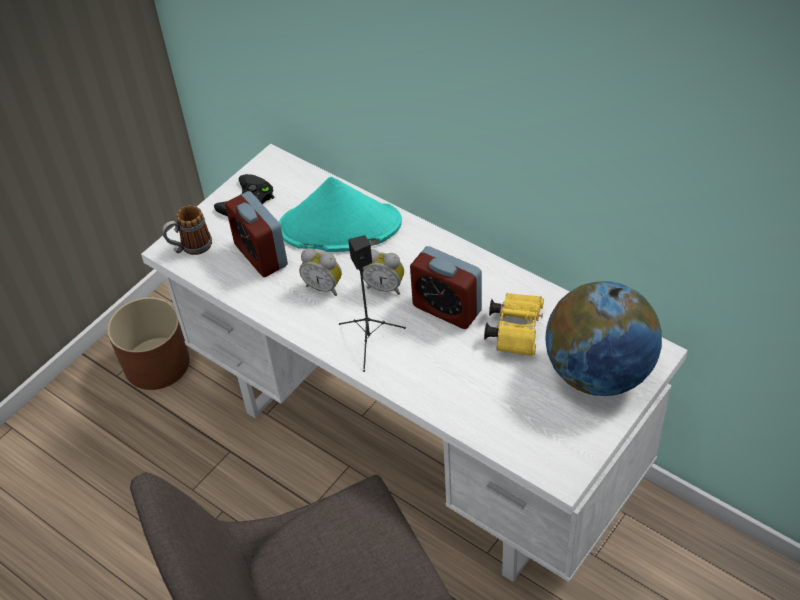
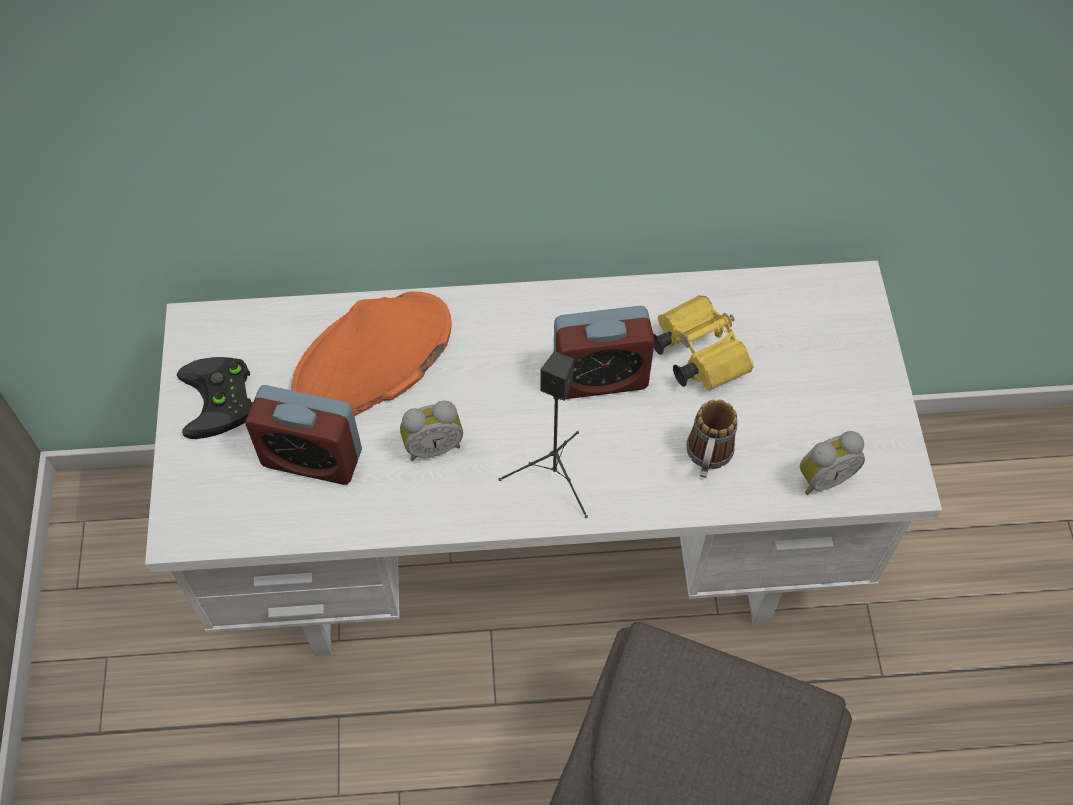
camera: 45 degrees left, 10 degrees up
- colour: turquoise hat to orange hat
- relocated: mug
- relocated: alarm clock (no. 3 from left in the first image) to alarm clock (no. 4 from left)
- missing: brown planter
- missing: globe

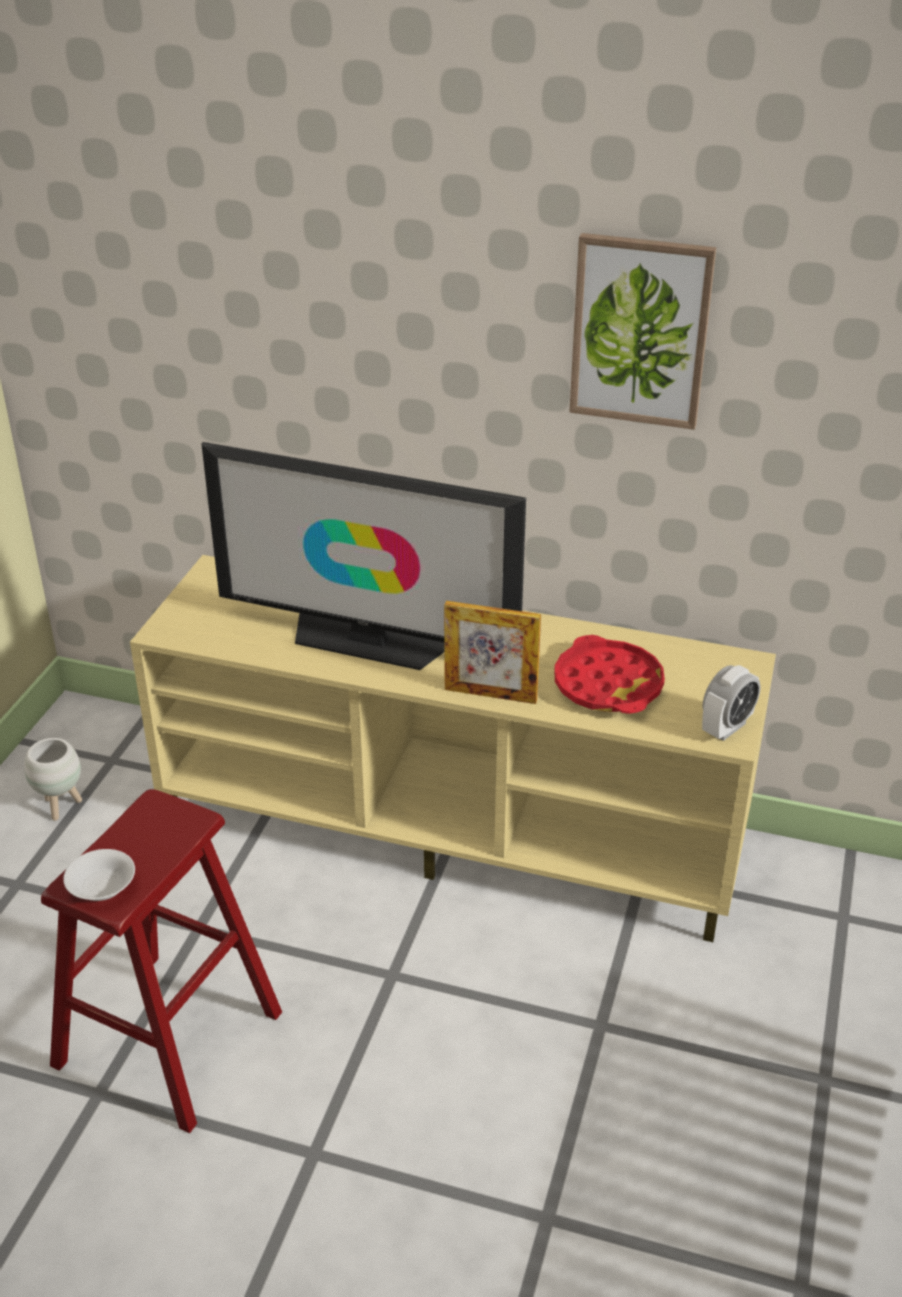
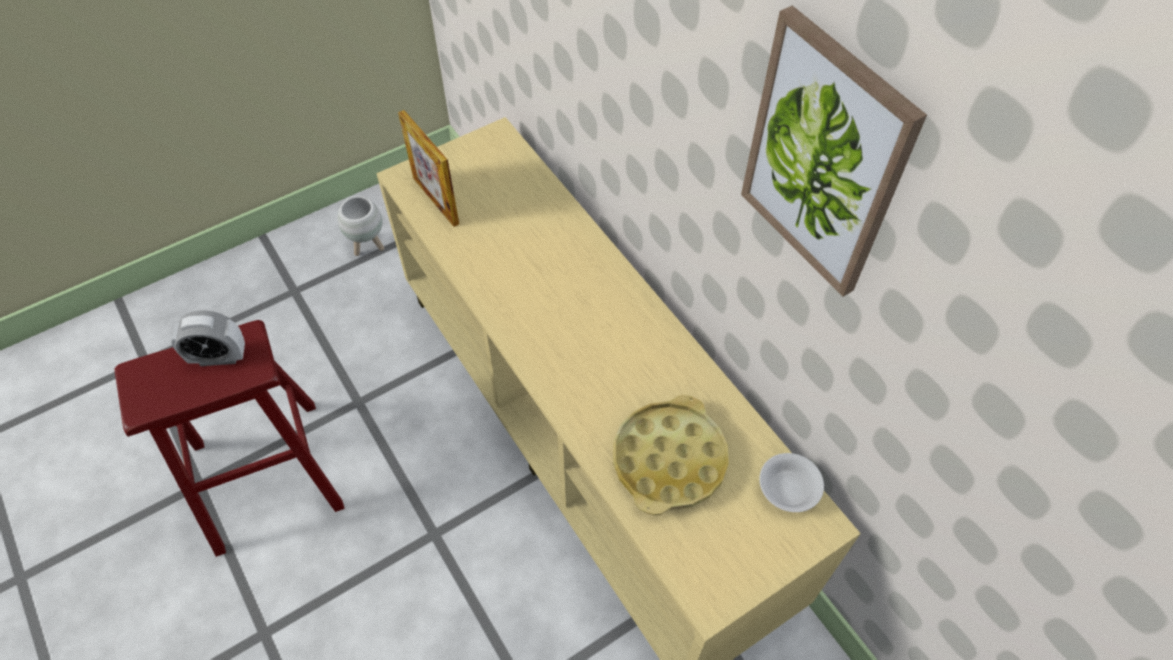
camera: 40 degrees right, 20 degrees up
- relocated: alarm clock
- relocated: picture frame
- colour: red tray to yellow tray
- relocated: white bowl
- missing: television

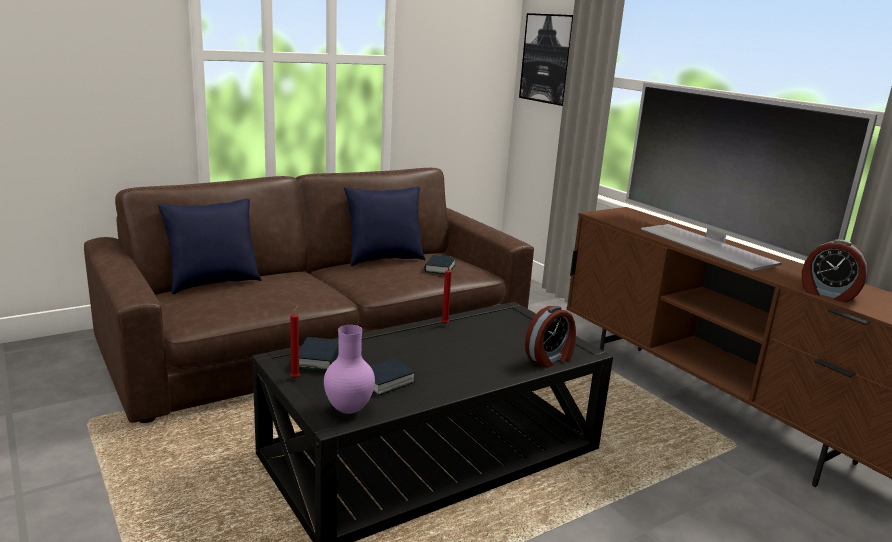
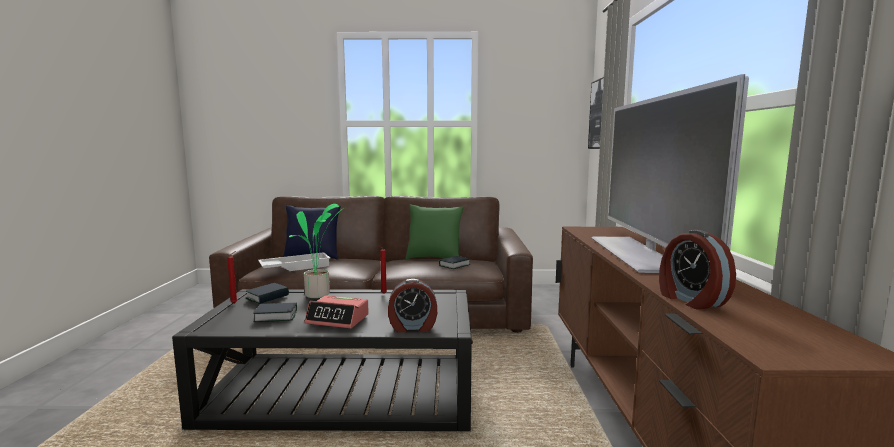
camera: 35 degrees right, 10 degrees down
- appeared: white tray
- appeared: potted plant
- appeared: alarm clock (no. 1 from left)
- colour: blue pillow (no. 2 from left) to green pillow
- missing: purple vase

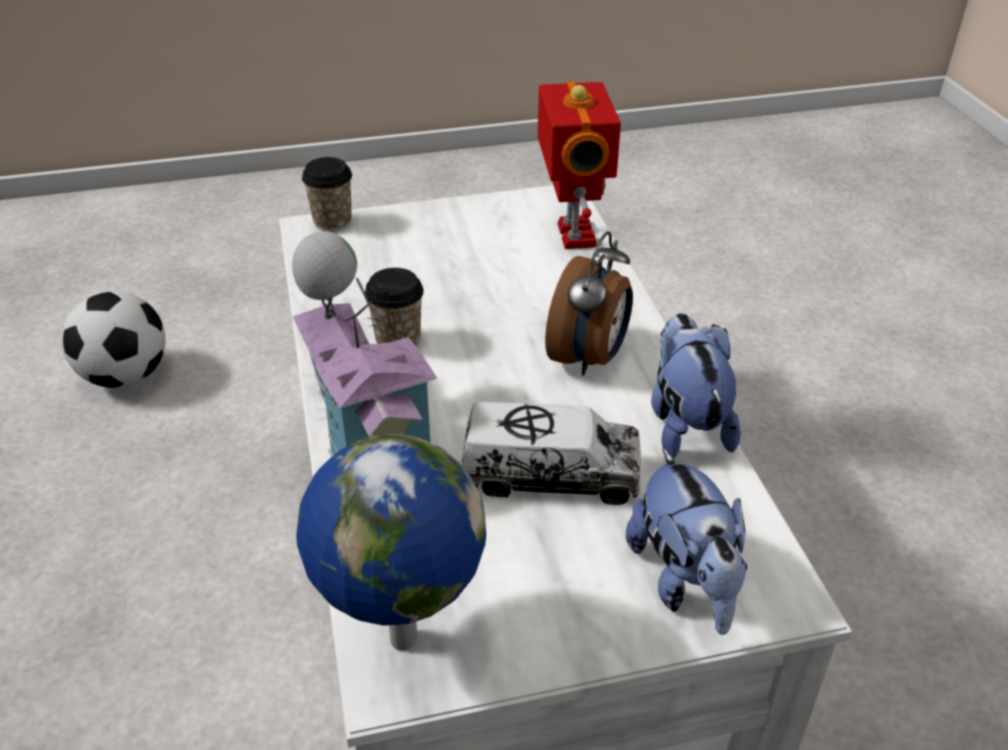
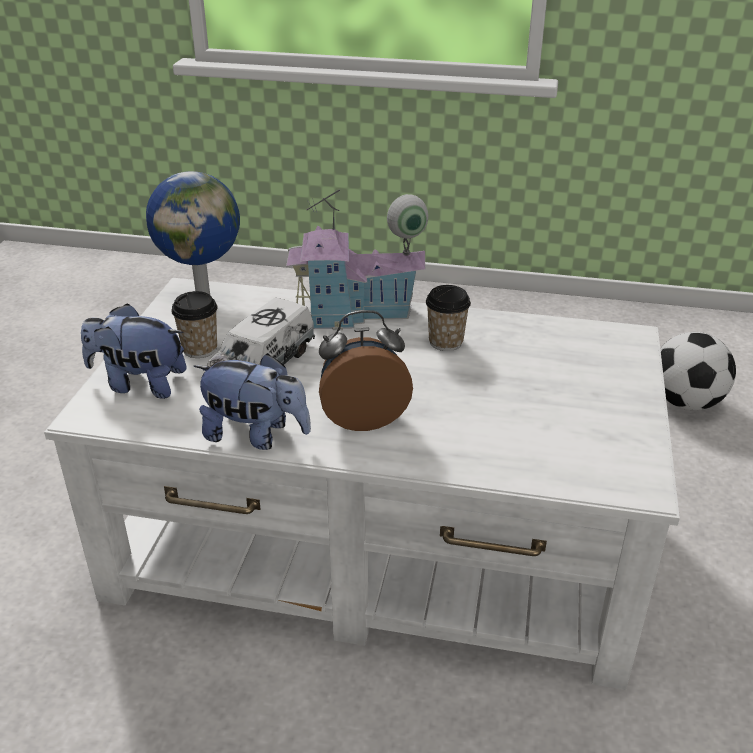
camera: 115 degrees right, 5 degrees down
- relocated: cup (no. 1 from left)
- spun: alarm clock 120 degrees clockwise
- missing: toy robot

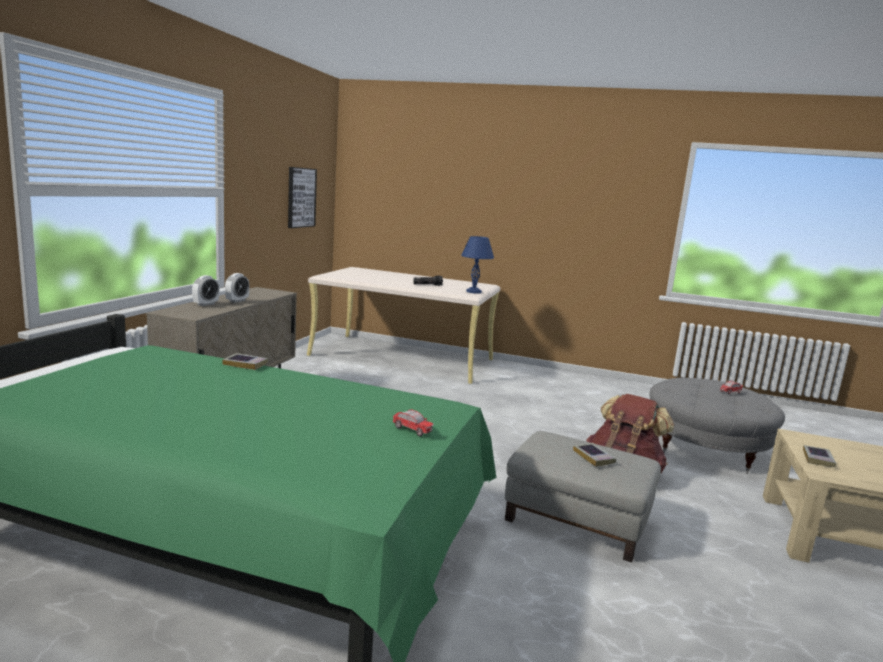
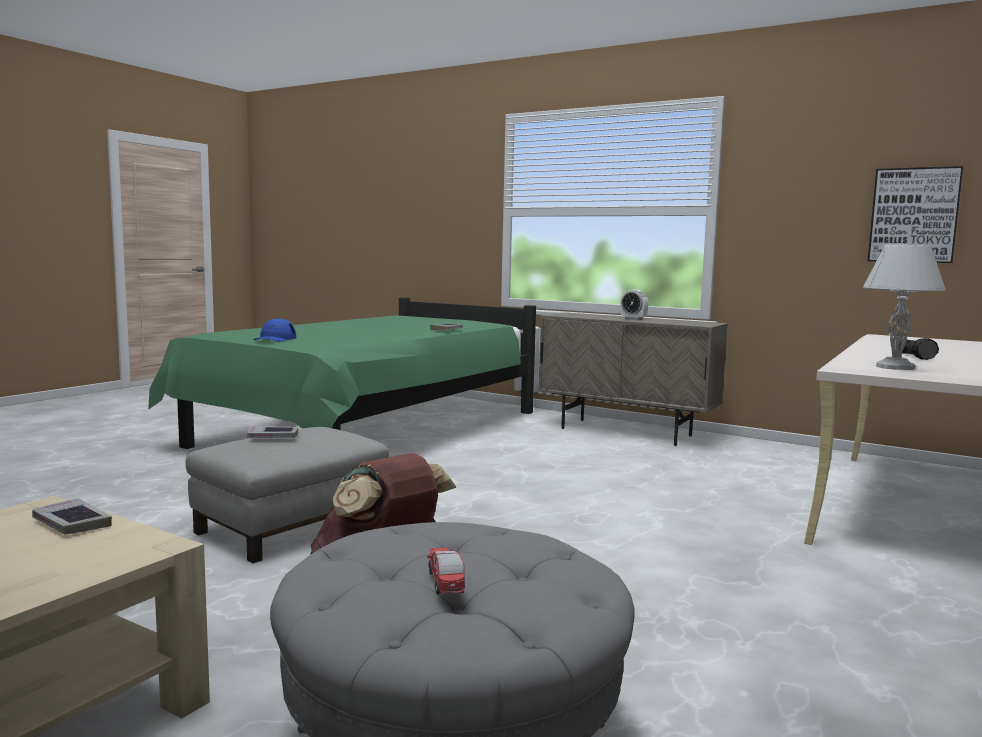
camera: 105 degrees right, 5 degrees down
- exchanged: toy car (no. 1 from left) to blue cap
- colour: blue table lamp to white table lamp
- missing: alarm clock (no. 1 from left)

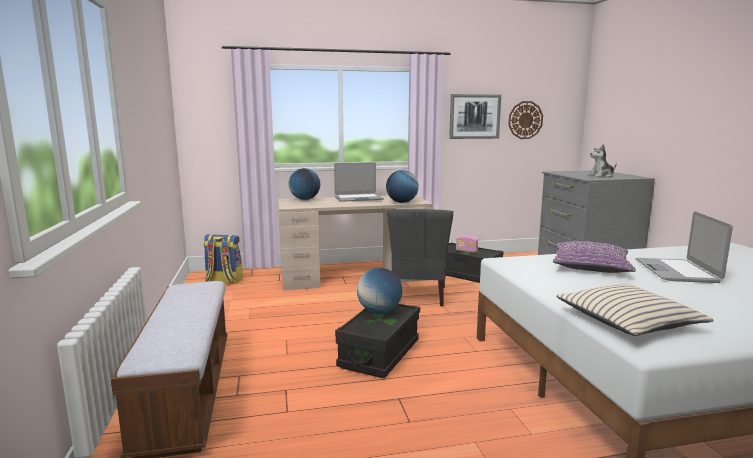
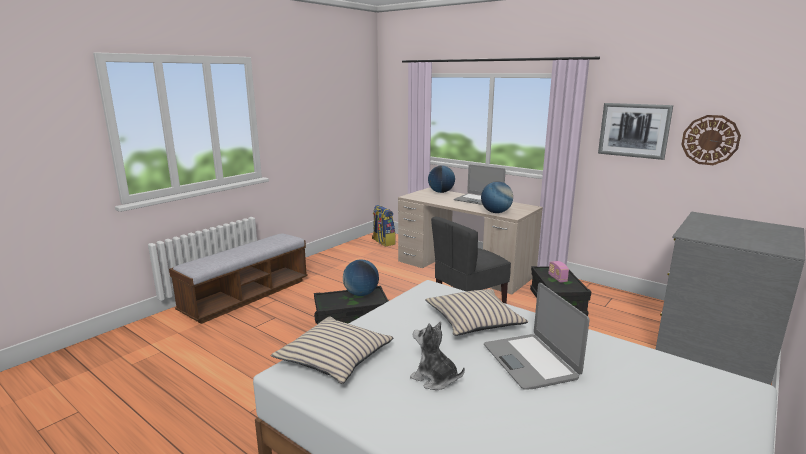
camera: 50 degrees right, 5 degrees up
- relocated: plush toy
- colour: purple pillow to beige pillow (no. 2 from left)
- spun: laptop (no. 2 from left) 75 degrees counterclockwise

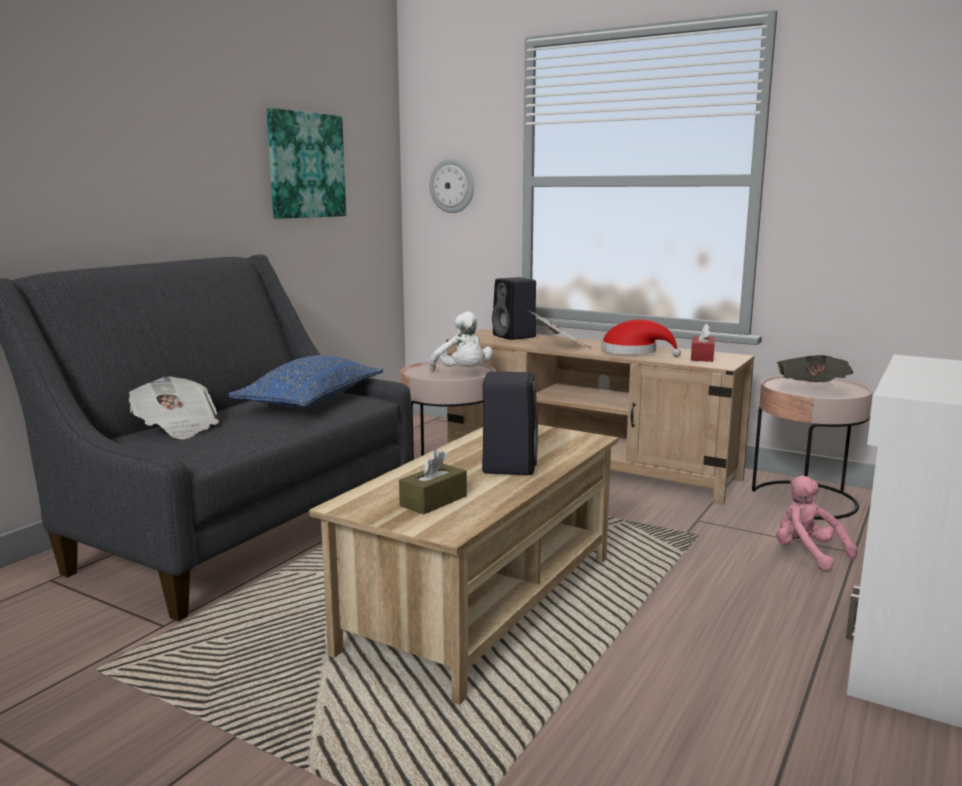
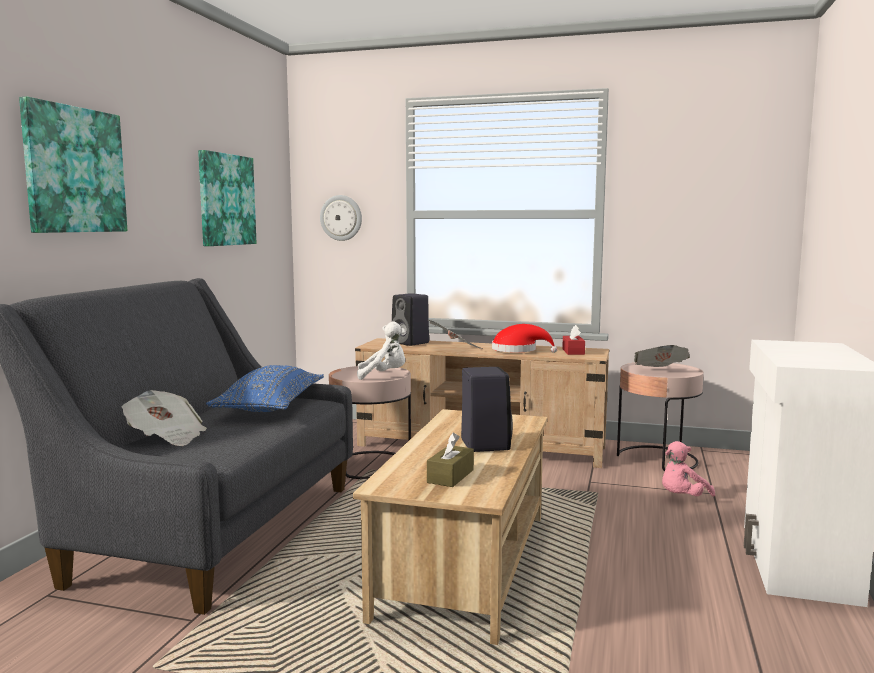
camera: 15 degrees left, 5 degrees down
- appeared: picture (no. 1 from left)
- spun: white plush toy 45 degrees counterclockwise
- spun: pink plush toy 75 degrees counterclockwise

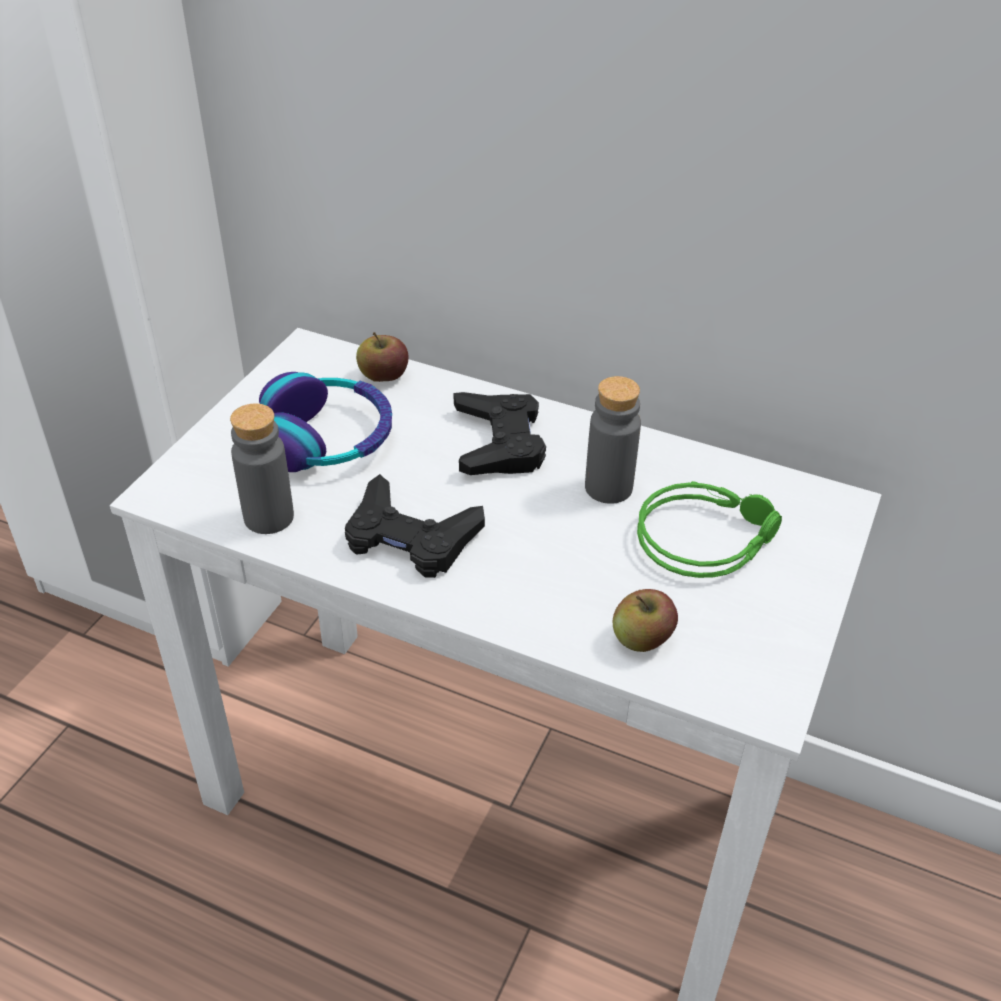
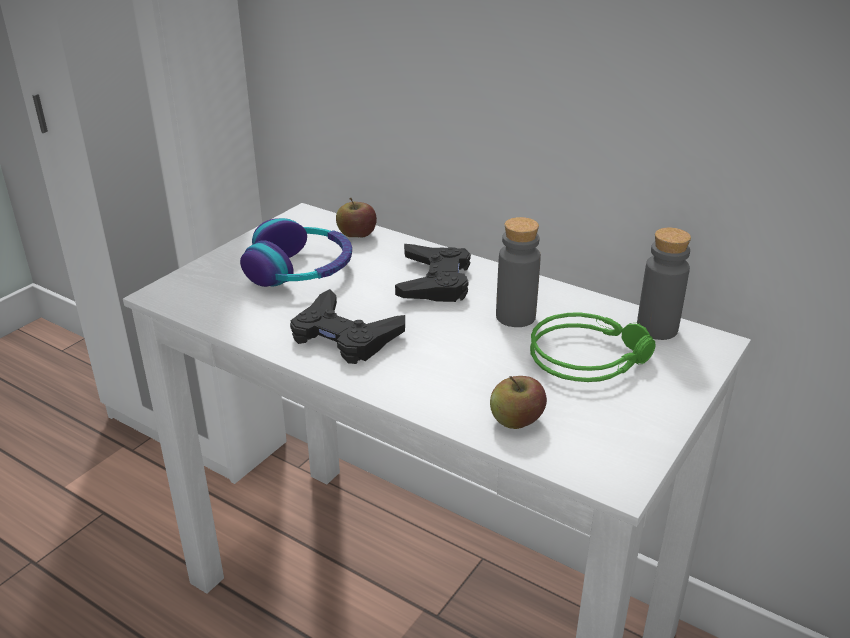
camera: 10 degrees right, 10 degrees down
- relocated: grey bottle (no. 1 from left in the first image) to grey bottle (no. 2 from left)

